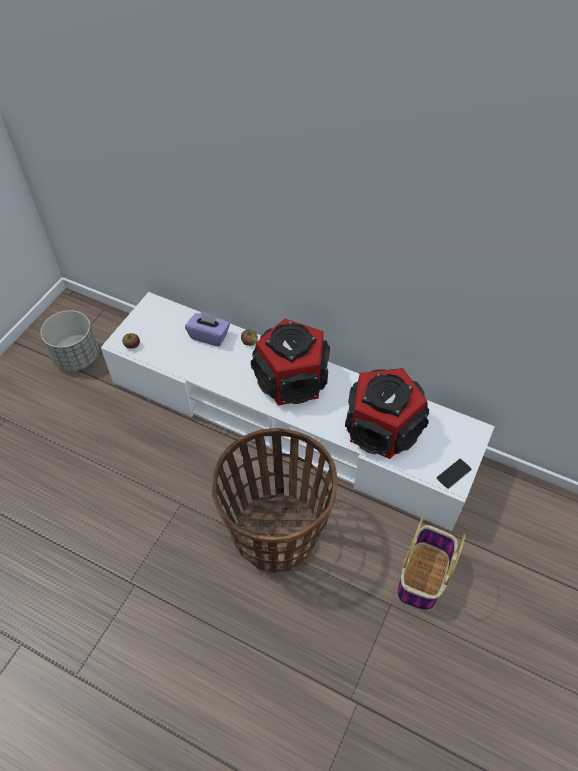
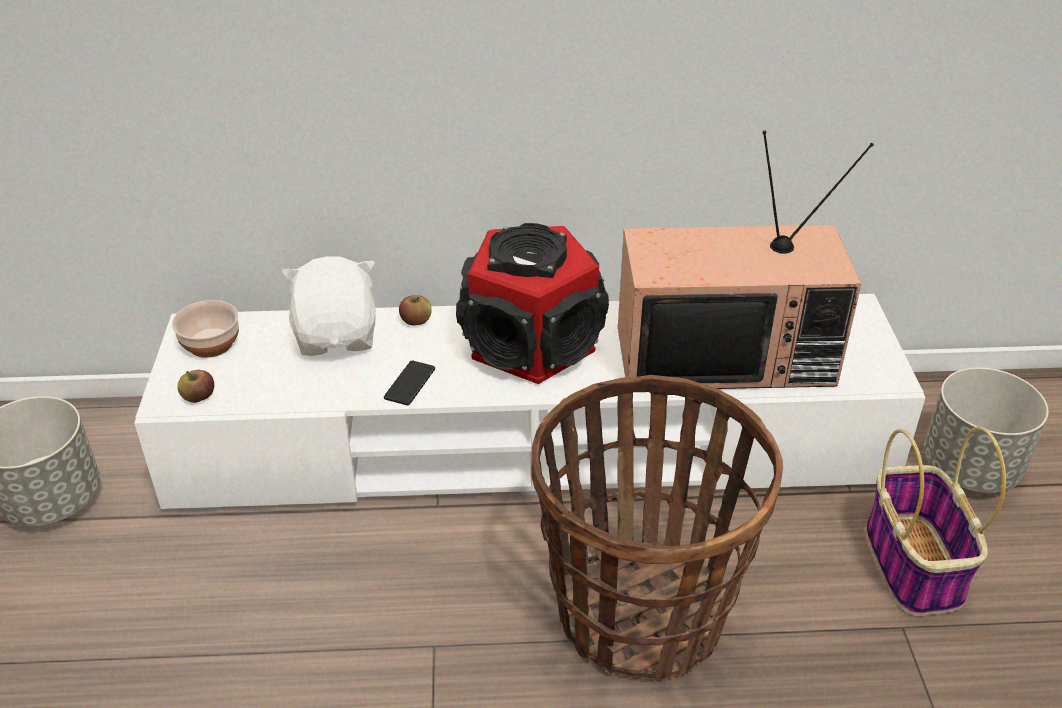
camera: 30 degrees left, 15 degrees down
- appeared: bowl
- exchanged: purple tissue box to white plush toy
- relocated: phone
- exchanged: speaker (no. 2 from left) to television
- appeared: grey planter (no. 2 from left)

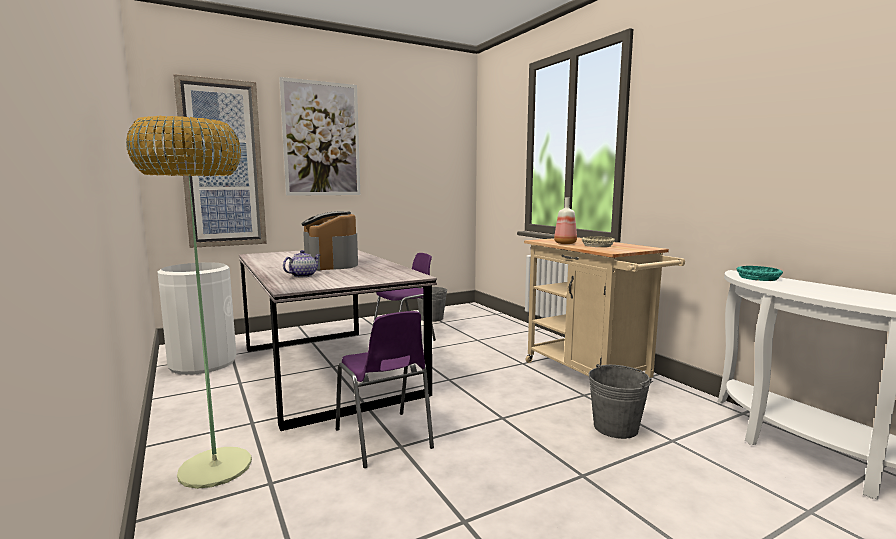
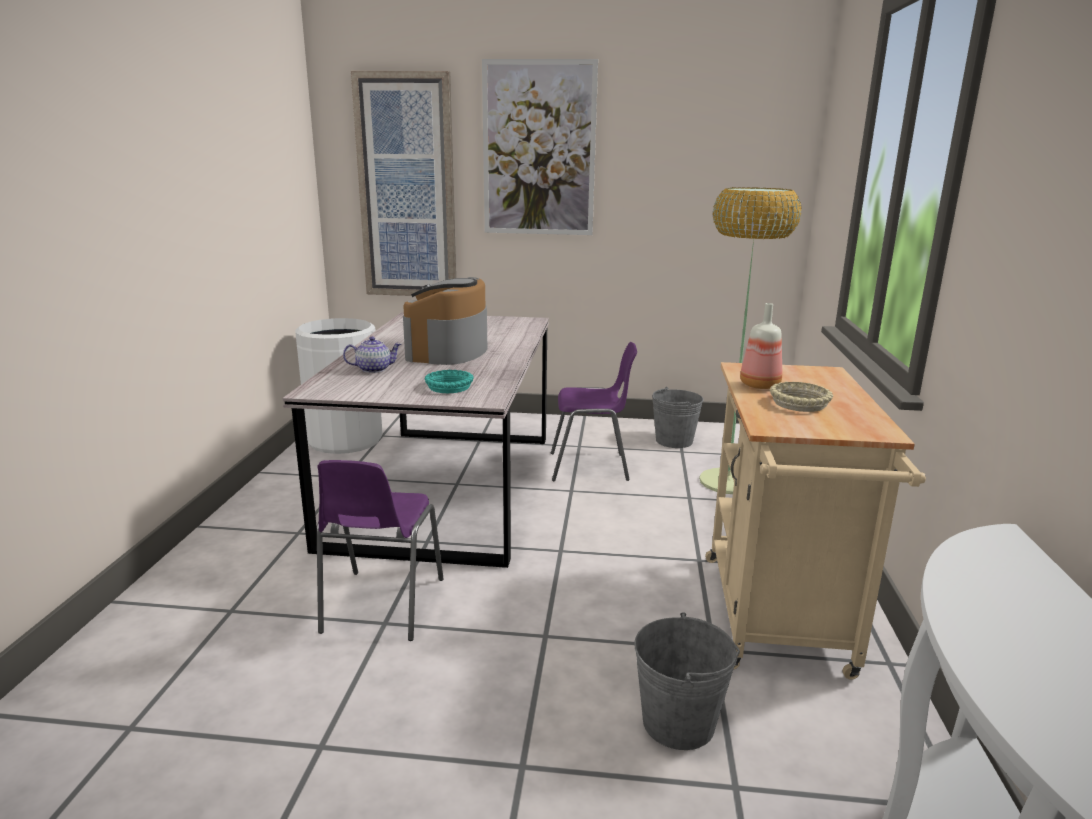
camera: 35 degrees right, 10 degrees up
- relocated: turquoise bowl
- relocated: floor lamp

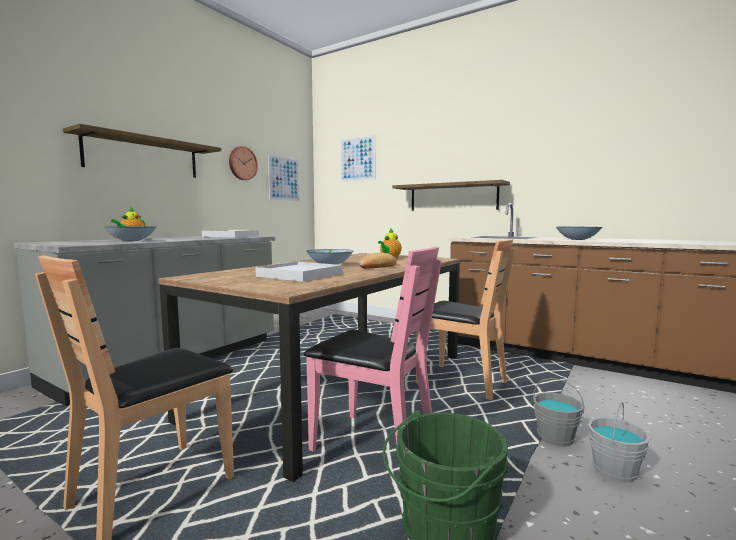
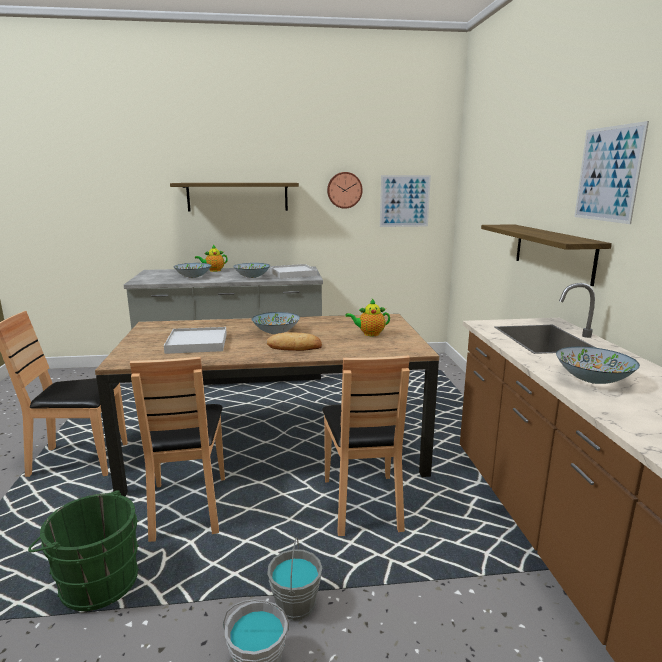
camera: 50 degrees right, 10 degrees up
- colour: pink chair to brown chair (no. 2 from left)
- appeared: bowl (no. 2 from left)
- relocated: picture (no. 2 from left)

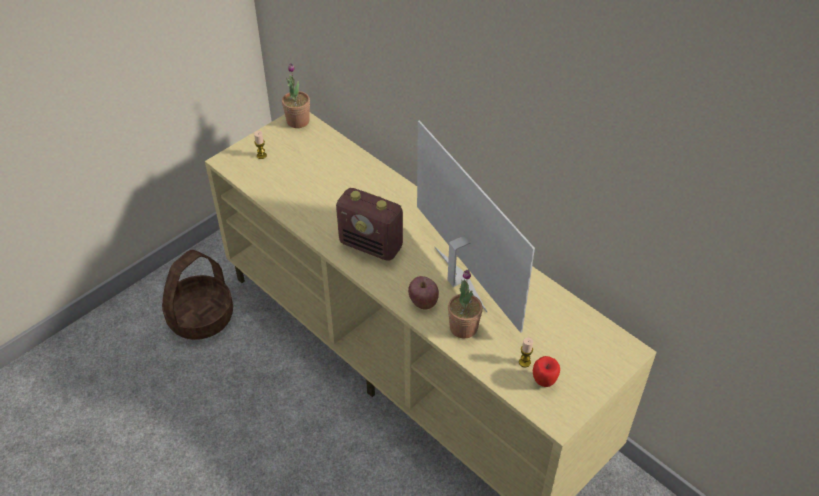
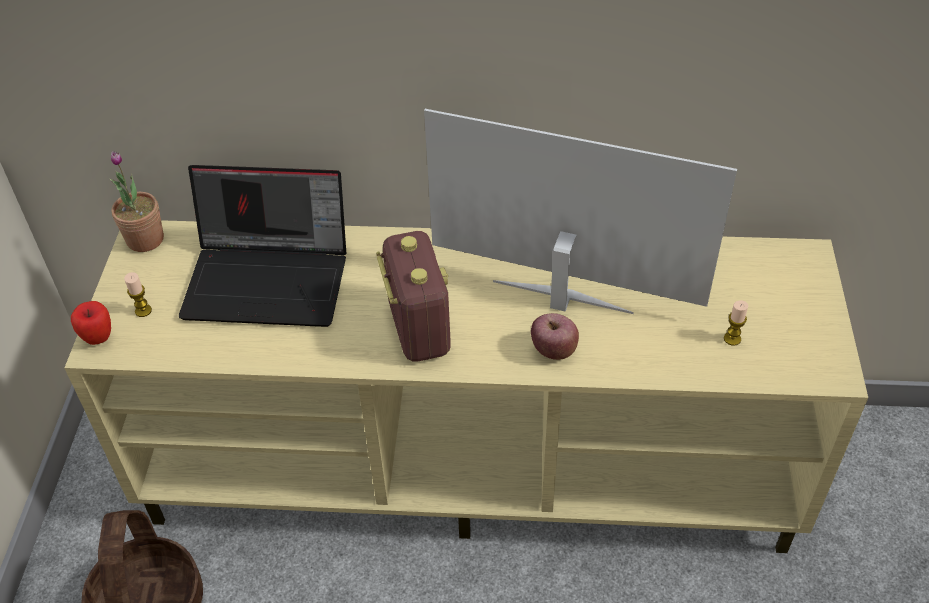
camera: 40 degrees left, 0 degrees up
- relocated: apple (no. 2 from left in the first image) to apple (no. 1 from left)
- appeared: laptop
- spun: radio 90 degrees counterclockwise
- missing: potted plant (no. 2 from left)

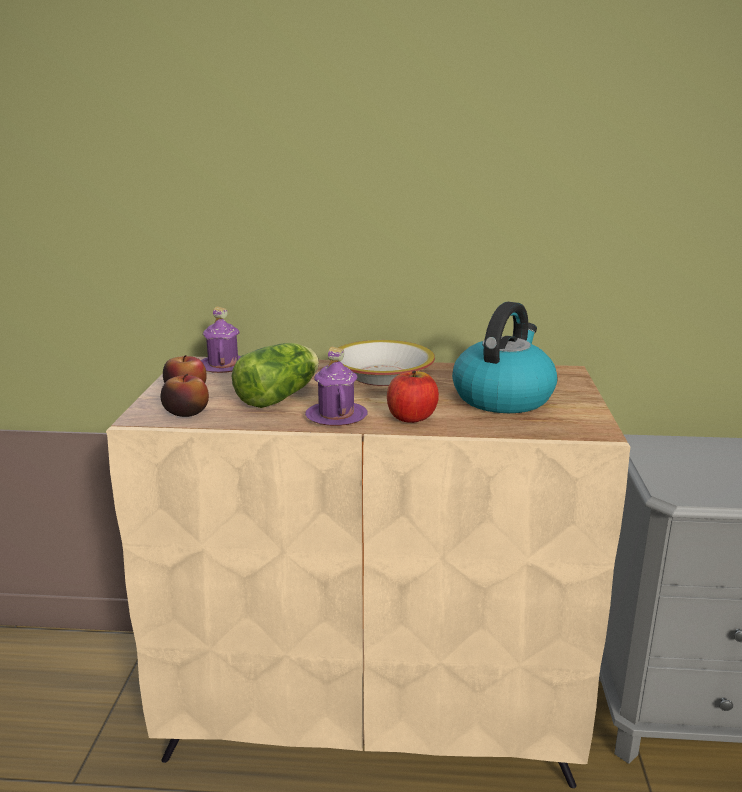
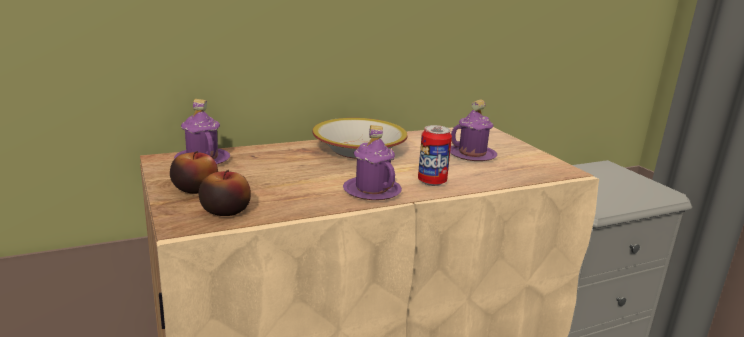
camera: 30 degrees left, 0 degrees up
- exchanged: apple (no. 3 from left) to can
- exchanged: kettle to purple mug (no. 3 from left)
- missing: lettuce

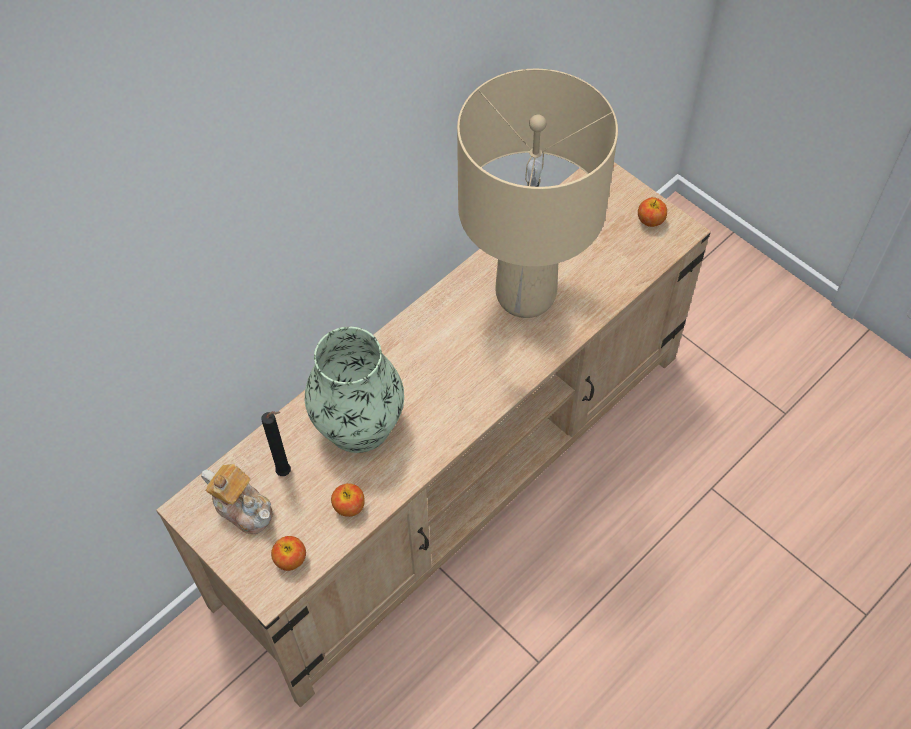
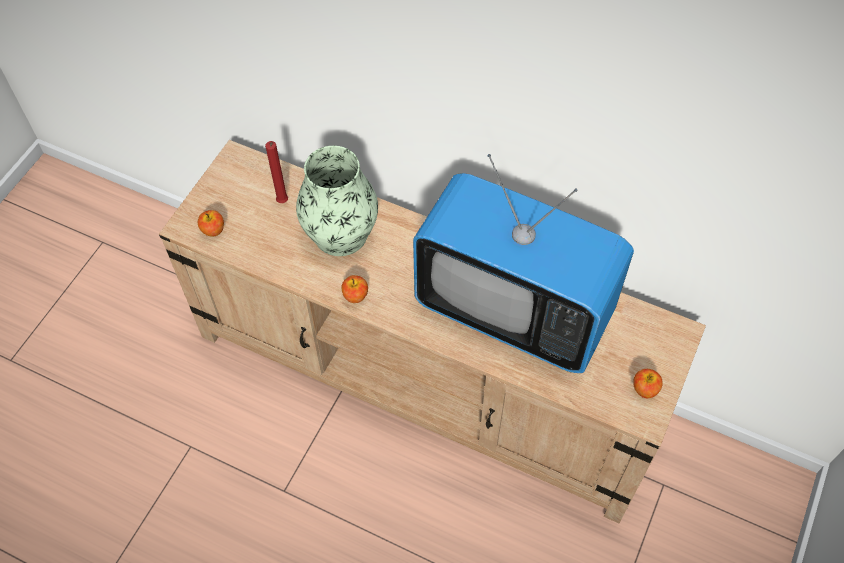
camera: 70 degrees right, 0 degrees up
- colour: black candle to red candle
- relocated: apple (no. 2 from left)
- exchanged: beige table lamp to television
- missing: teapot

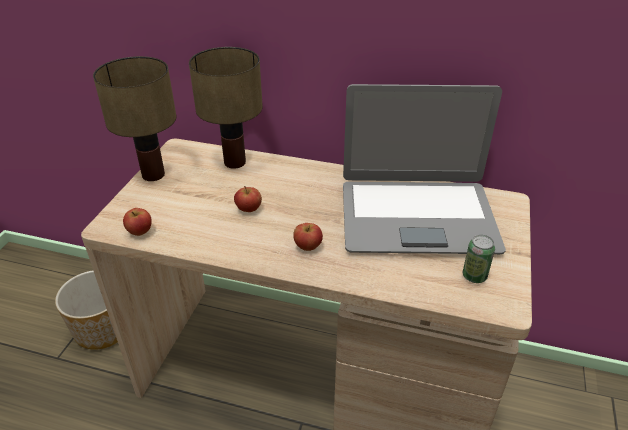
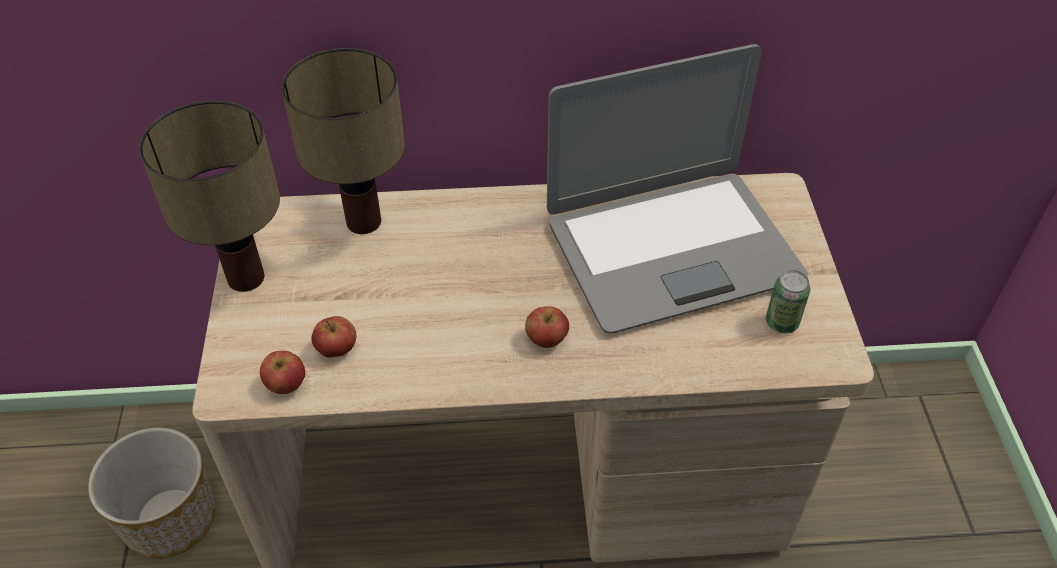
camera: 20 degrees left, 10 degrees up
- relocated: apple (no. 2 from left)

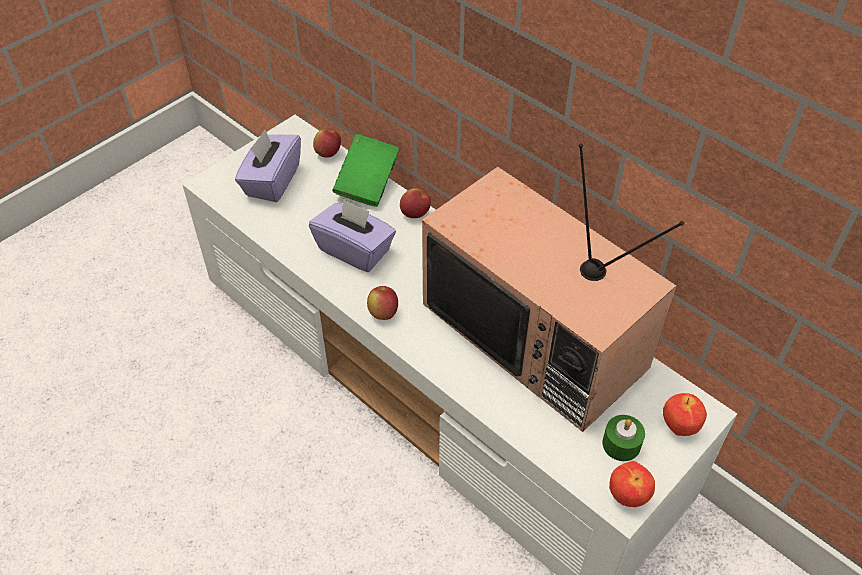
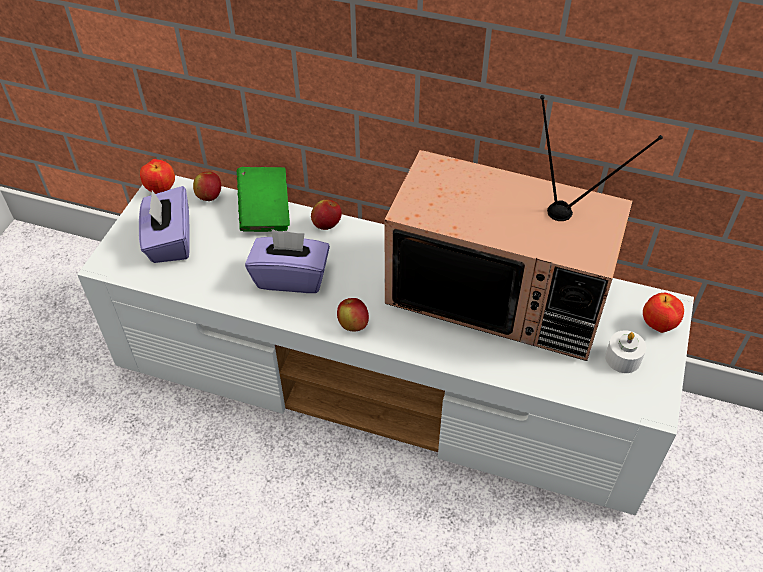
camera: 25 degrees left, 0 degrees up
- relocated: apple (no. 4 from left in the first image) to apple (no. 1 from left)
- colour: green candle to white candle

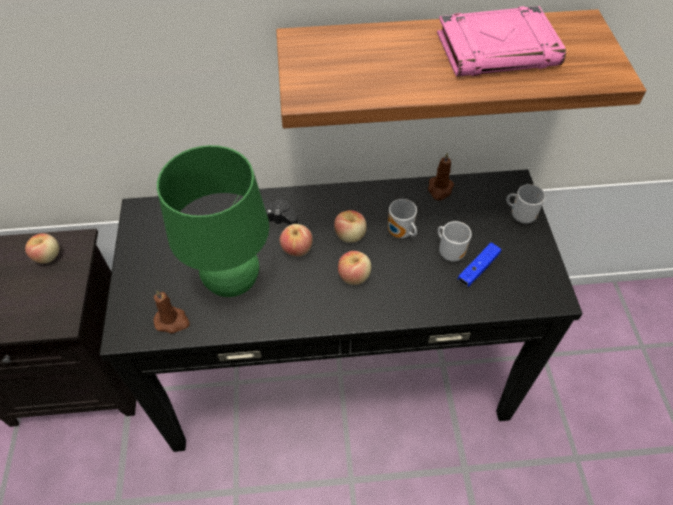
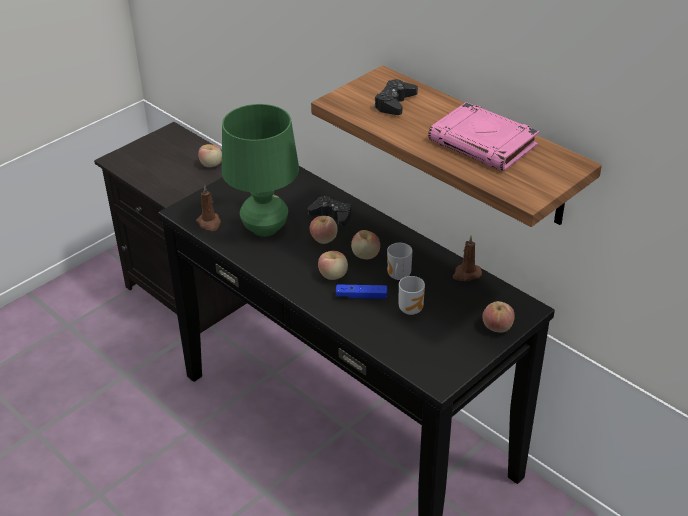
camera: 50 degrees right, 15 degrees down
- relocated: blue game controller
- appeared: black game controller (no. 2 from left)
- exchanged: mug (no. 3 from left) to apple (no. 5 from left)

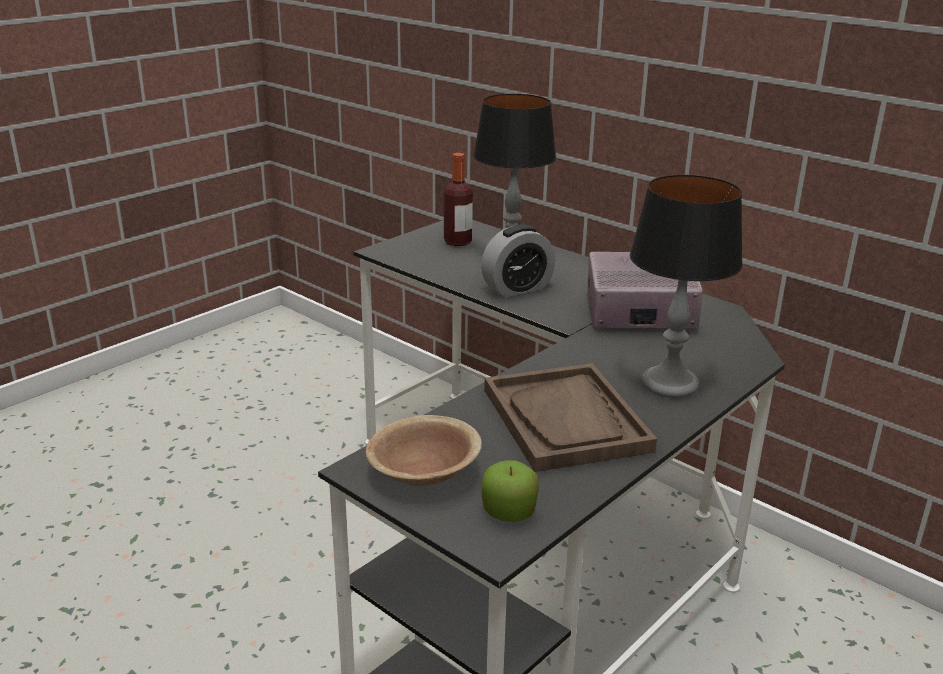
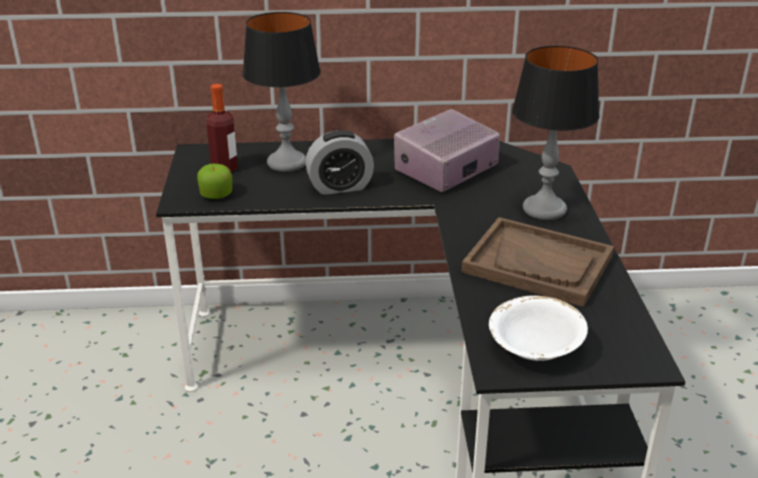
camera: 45 degrees left, 5 degrees up
- relocated: apple
- spun: alarm clock 60 degrees clockwise
- colour: brown bowl to white bowl

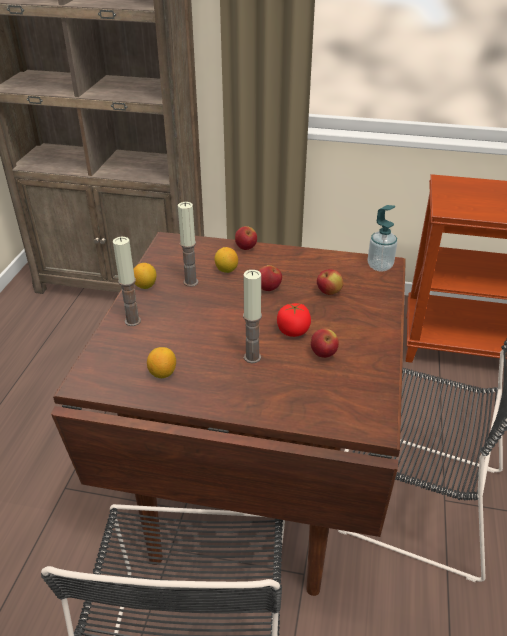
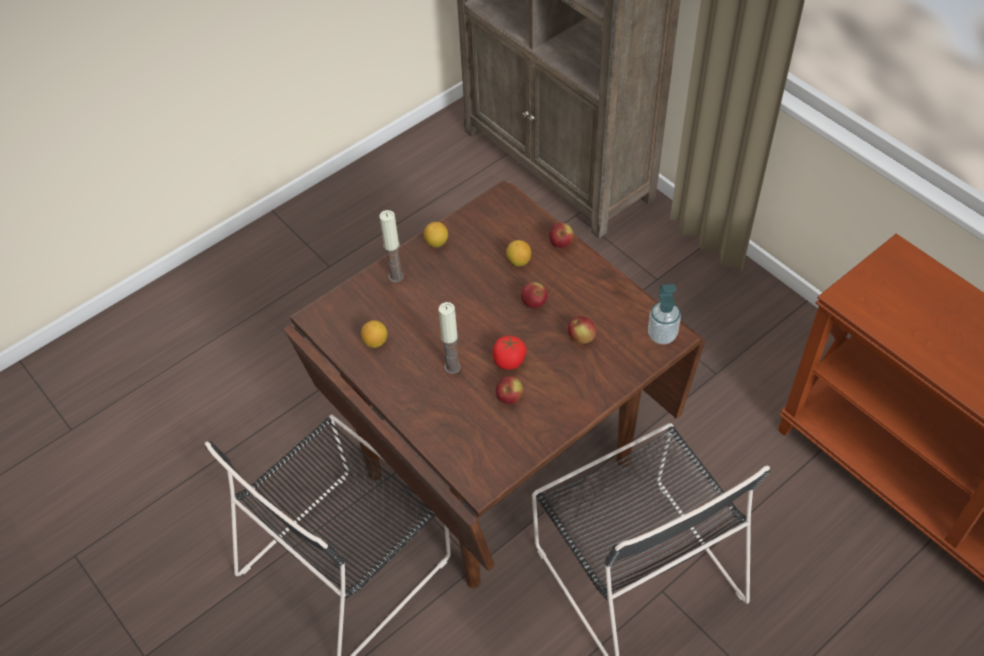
camera: 40 degrees right, 15 degrees up
- missing: candle (no. 2 from left)

